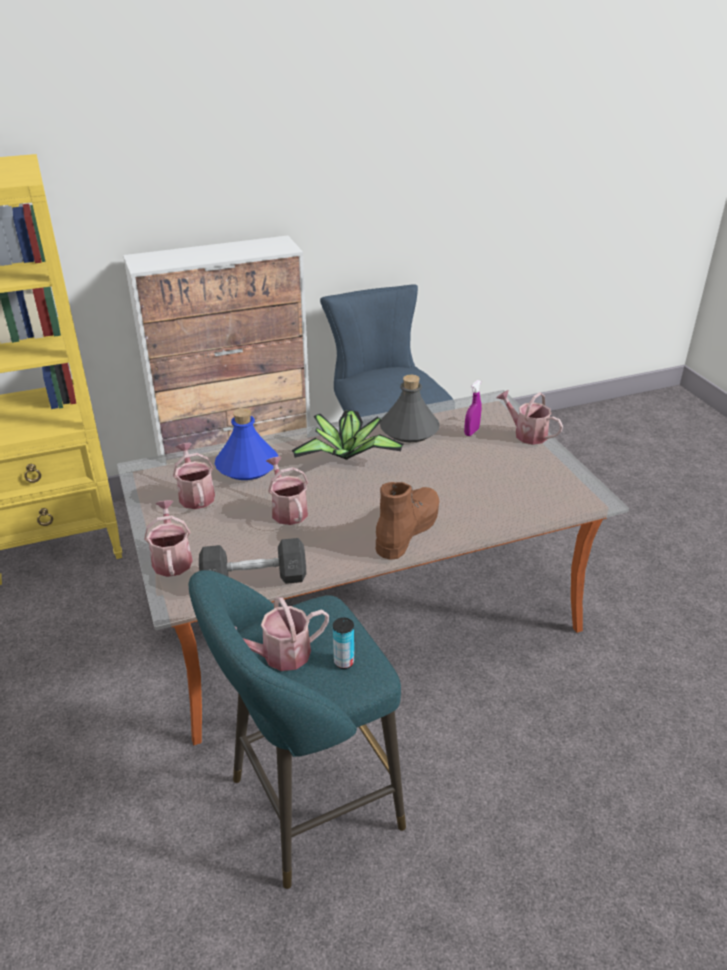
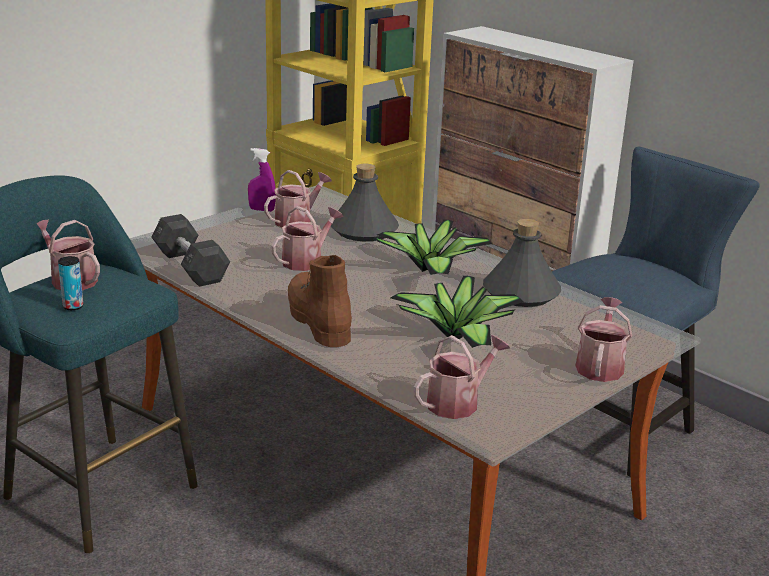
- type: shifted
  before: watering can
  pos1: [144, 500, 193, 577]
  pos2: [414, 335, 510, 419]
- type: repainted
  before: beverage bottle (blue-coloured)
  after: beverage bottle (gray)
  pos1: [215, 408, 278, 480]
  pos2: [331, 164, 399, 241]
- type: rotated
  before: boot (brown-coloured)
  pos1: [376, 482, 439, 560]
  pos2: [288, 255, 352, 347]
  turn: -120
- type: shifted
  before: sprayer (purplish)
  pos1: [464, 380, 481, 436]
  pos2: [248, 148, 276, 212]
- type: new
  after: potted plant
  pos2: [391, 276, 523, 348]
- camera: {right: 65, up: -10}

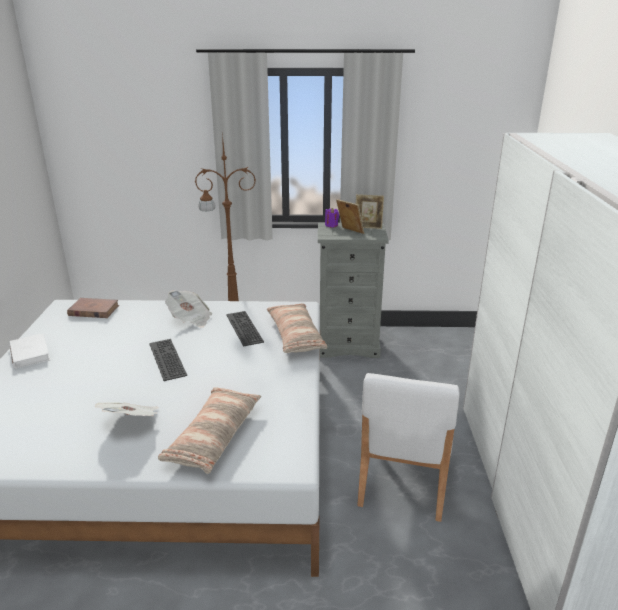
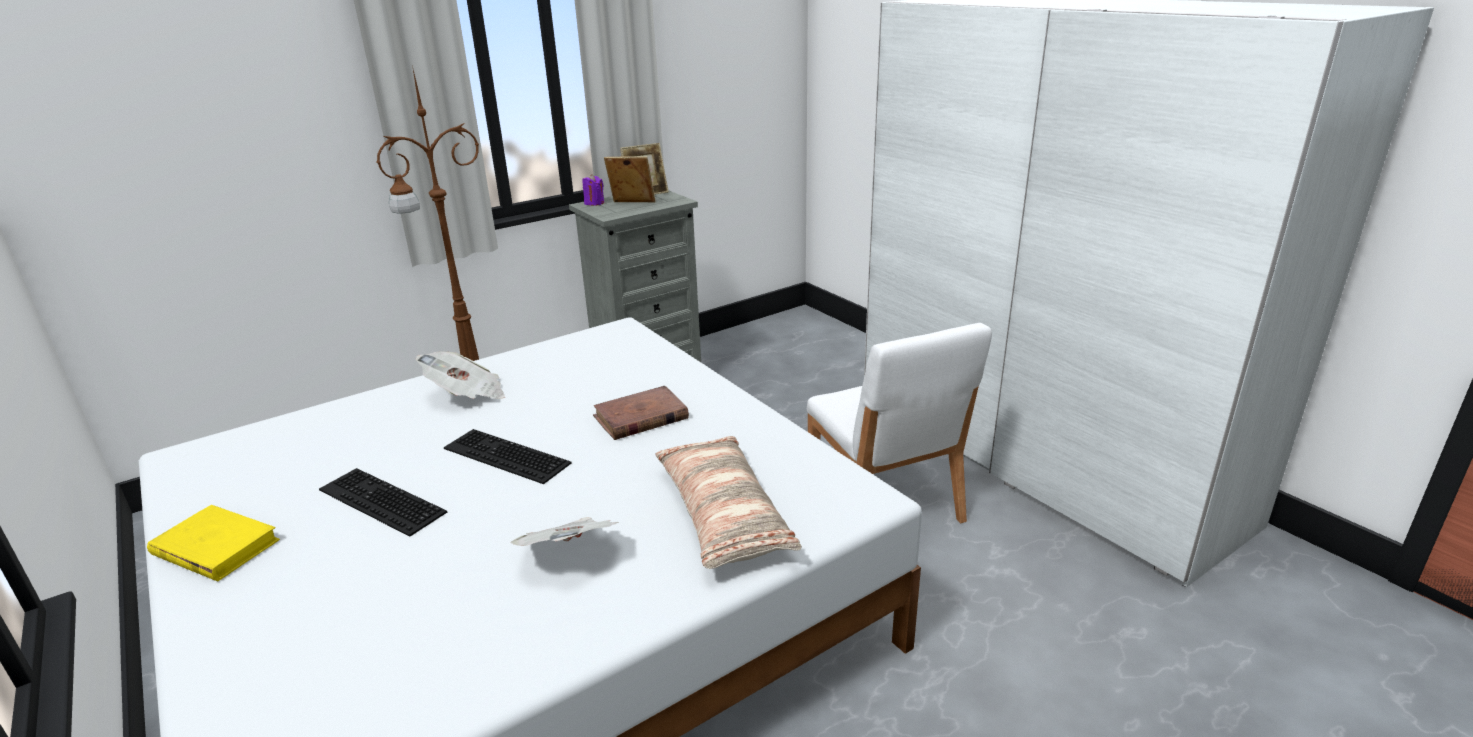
- type: repainted
  before: volume (white)
  after: volume (yellow)
  pos1: [9, 334, 50, 369]
  pos2: [147, 505, 280, 581]
- type: shifted
  before: volume (brown-coloured)
  pos1: [67, 298, 119, 318]
  pos2: [593, 386, 689, 440]
- type: shifted
  before: keyboard
  pos1: [226, 311, 264, 347]
  pos2: [319, 468, 447, 537]
- type: gone
  before: pillow
  pos1: [267, 303, 328, 353]
- camera: {right: -35, up: 0}

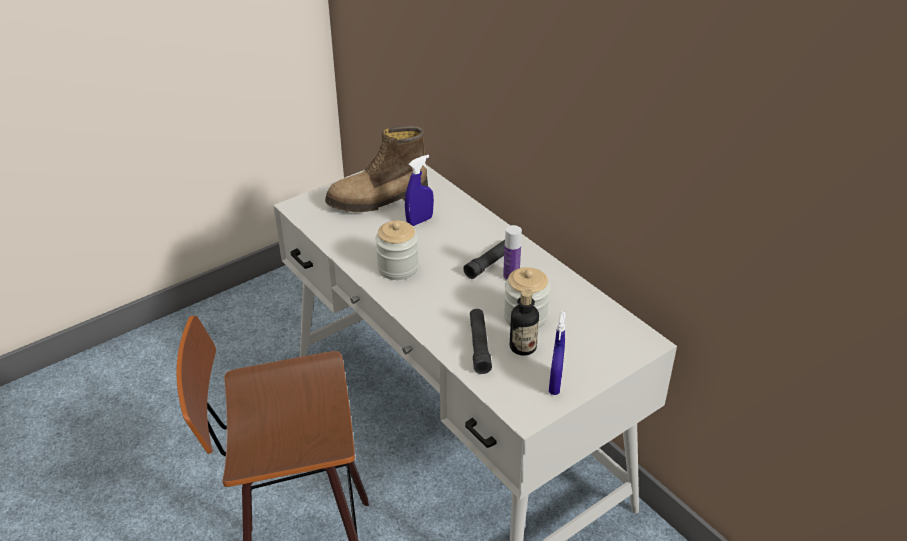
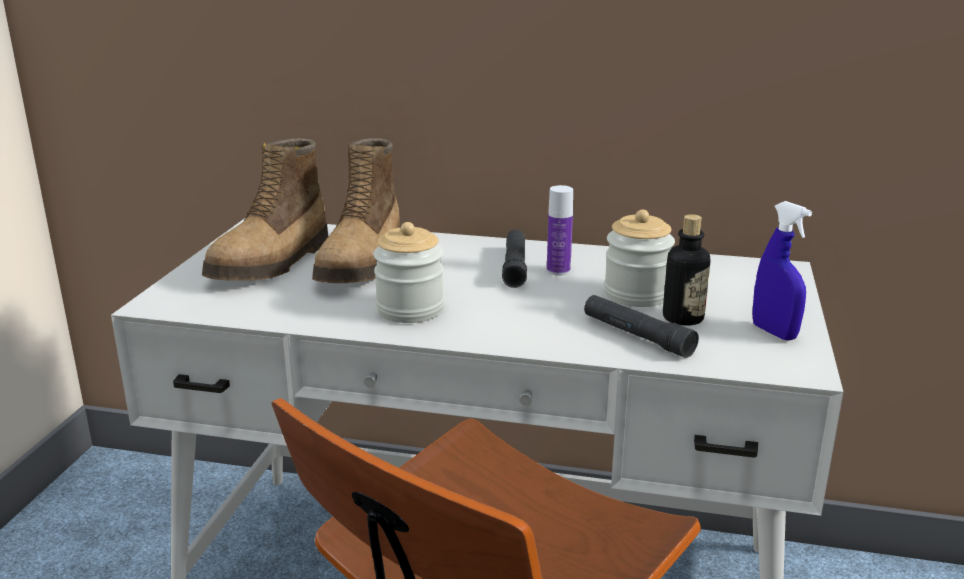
- type: swapped
  before: sprayer (blue-coloured)
  after: boot
  pos1: [405, 155, 434, 226]
  pos2: [312, 138, 401, 283]
- camera: {right: -40, up: -15}

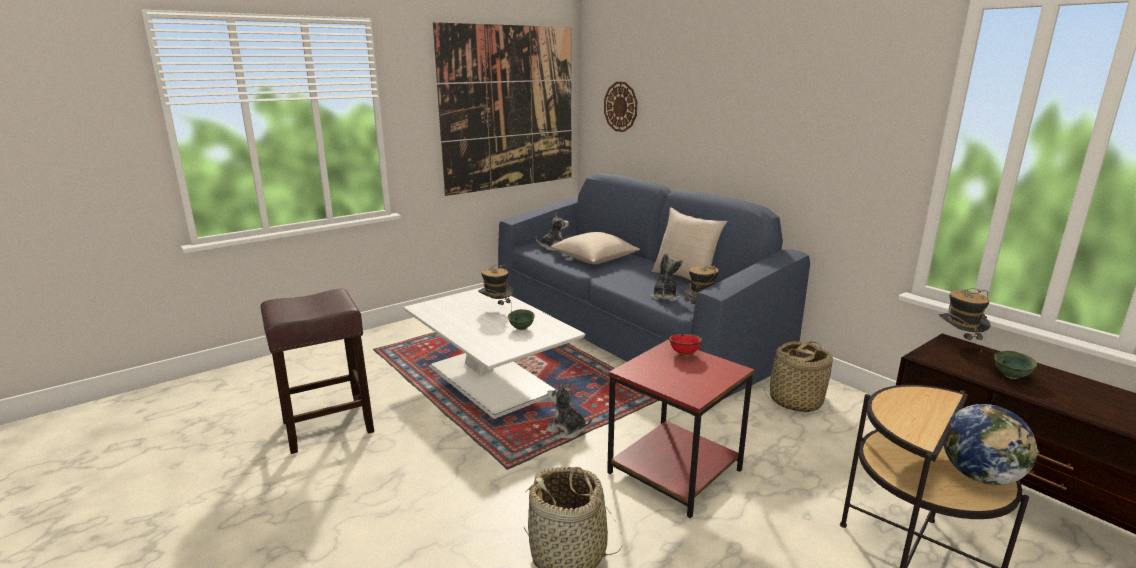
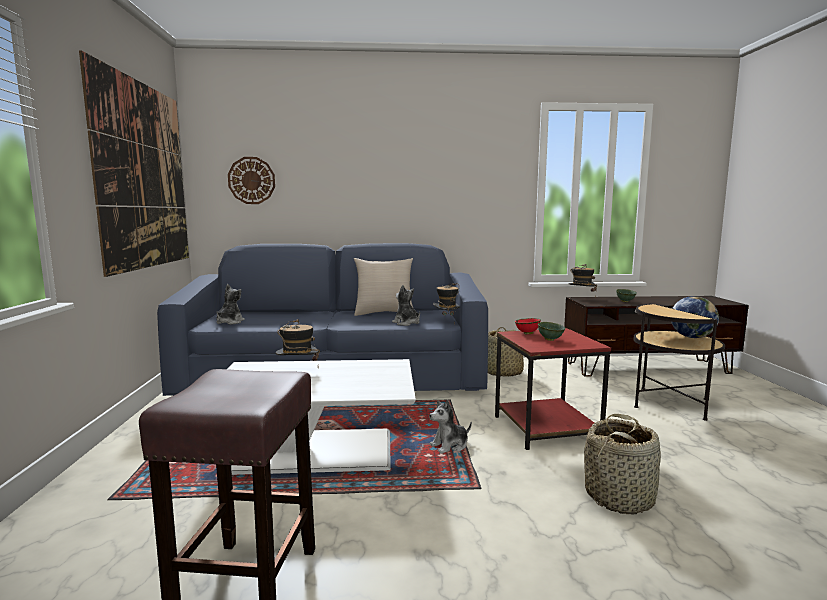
- type: shifted
  before: deep dish (green-coloured)
  pos1: [508, 309, 535, 330]
  pos2: [538, 322, 566, 341]
- type: gone
  before: pillow (sand-coloured)
  pos1: [551, 232, 640, 264]
- camera: {right: -55, up: -10}

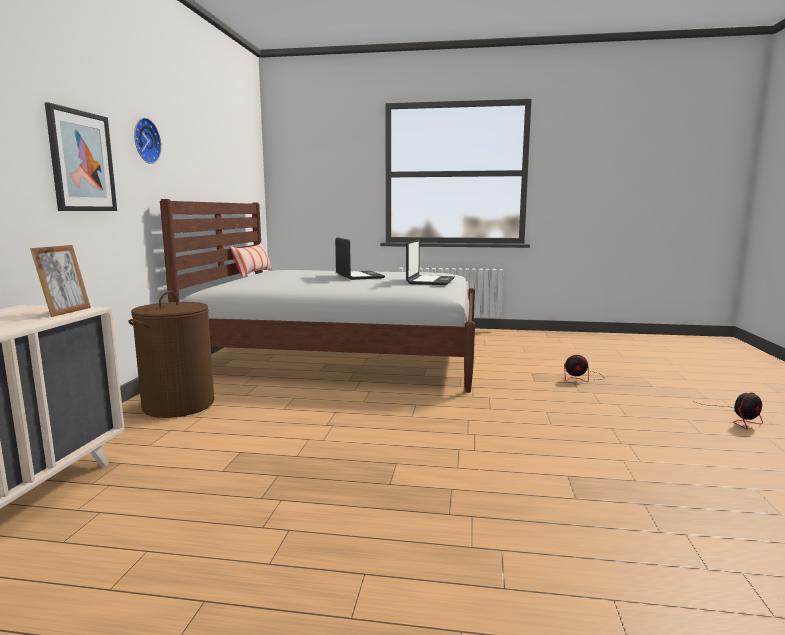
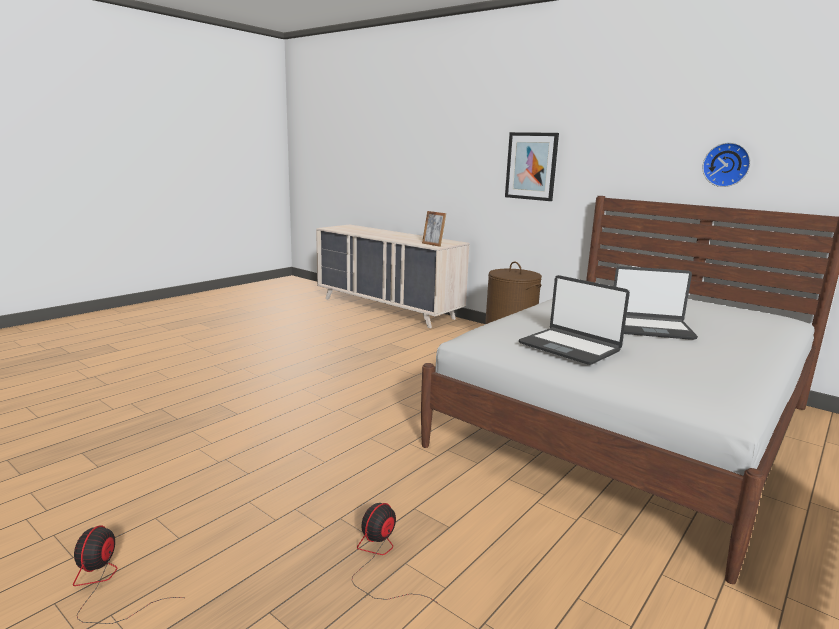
- type: shifted
  before: clock on the wall
  pos1: [134, 118, 161, 164]
  pos2: [703, 143, 750, 187]
- type: gone
  before: pillow
  pos1: [230, 243, 272, 278]
- camera: {right: 120, up: 5}

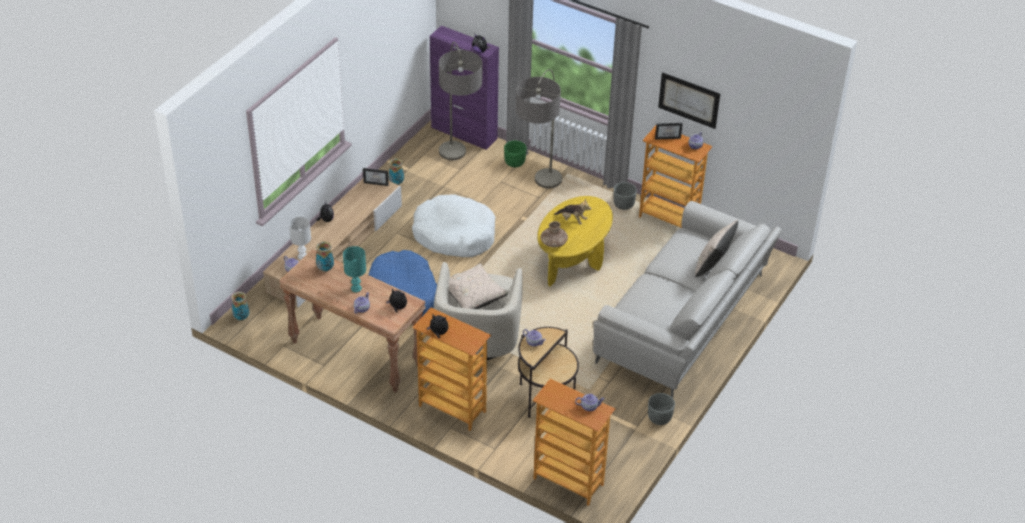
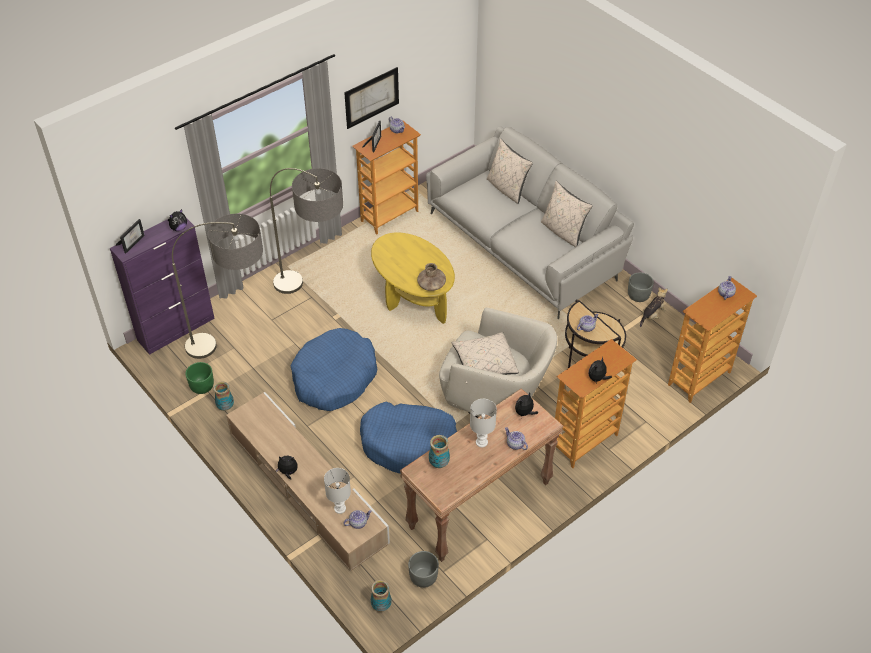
- type: repainted
  before: tabletop lamp (blue-green)
  after: tabletop lamp (white)
  pos1: [343, 246, 366, 292]
  pos2: [470, 399, 497, 448]
- type: shifted
  before: picture frame
  pos1: [363, 168, 388, 186]
  pos2: [116, 219, 144, 253]
- type: repainted
  before: pet bed (white)
  after: pet bed (blue-coloured)
  pos1: [412, 194, 495, 257]
  pos2: [291, 328, 377, 411]
- type: shifted
  before: plant pot (green-coloured)
  pos1: [504, 141, 526, 167]
  pos2: [185, 362, 214, 394]
- type: shifted
  before: plush toy
  pos1: [554, 199, 591, 225]
  pos2: [640, 287, 668, 327]
- type: shifted
  before: plant pot (gray)
  pos1: [613, 182, 637, 210]
  pos2: [408, 551, 439, 588]
- type: new
  after: pillow (sand-coloured)
  pos2: [541, 181, 592, 247]
- camera: {right: -70, up: 5}

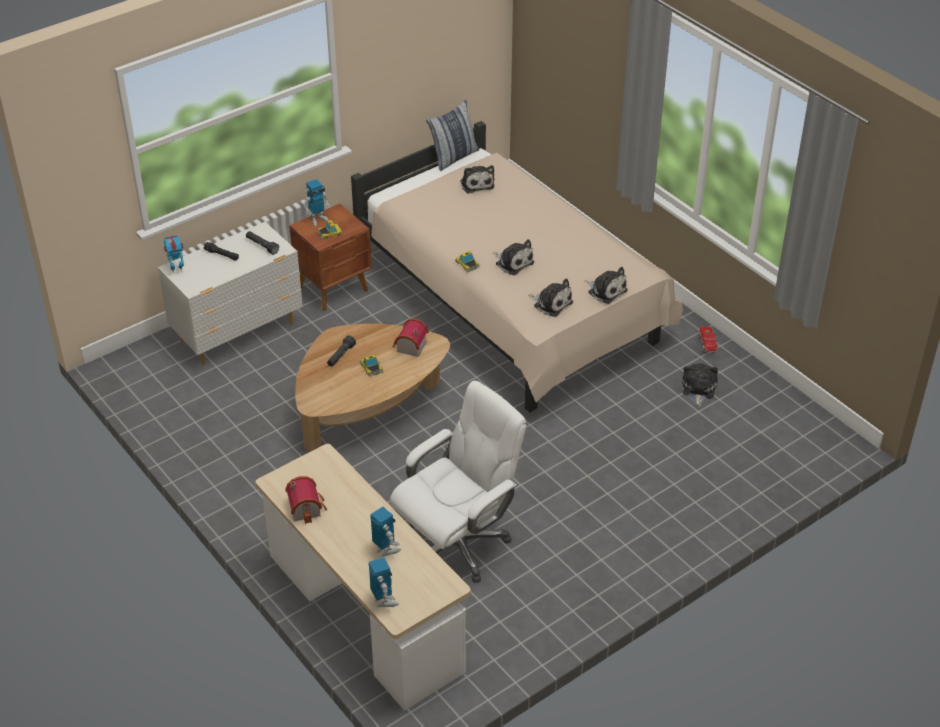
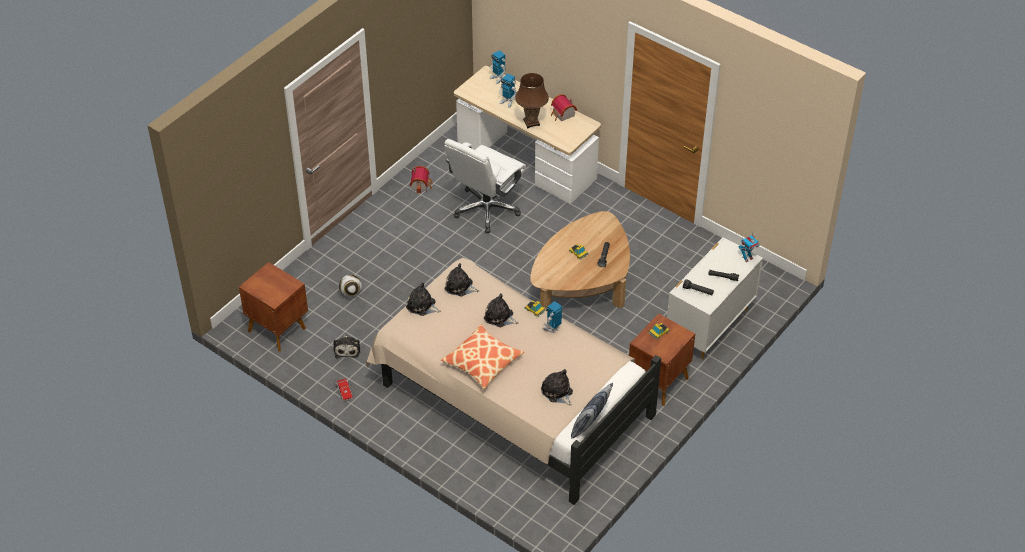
- type: shifted
  before: toy robot
  pos1: [304, 179, 330, 226]
  pos2: [543, 301, 563, 333]
- type: shifted
  before: miniature house
  pos1: [393, 318, 429, 357]
  pos2: [410, 166, 433, 194]
- type: new
  after: bedside table (brown-coloured)
  pos2: [239, 262, 308, 351]
- type: new
  after: football
  pos2: [339, 274, 362, 297]
- type: new
  after: pillow
  pos2: [441, 324, 524, 390]
- type: new
  after: tabletop lamp (brown-coloured)
  pos2: [515, 73, 549, 128]
- camera: {right: 165, up: 5}

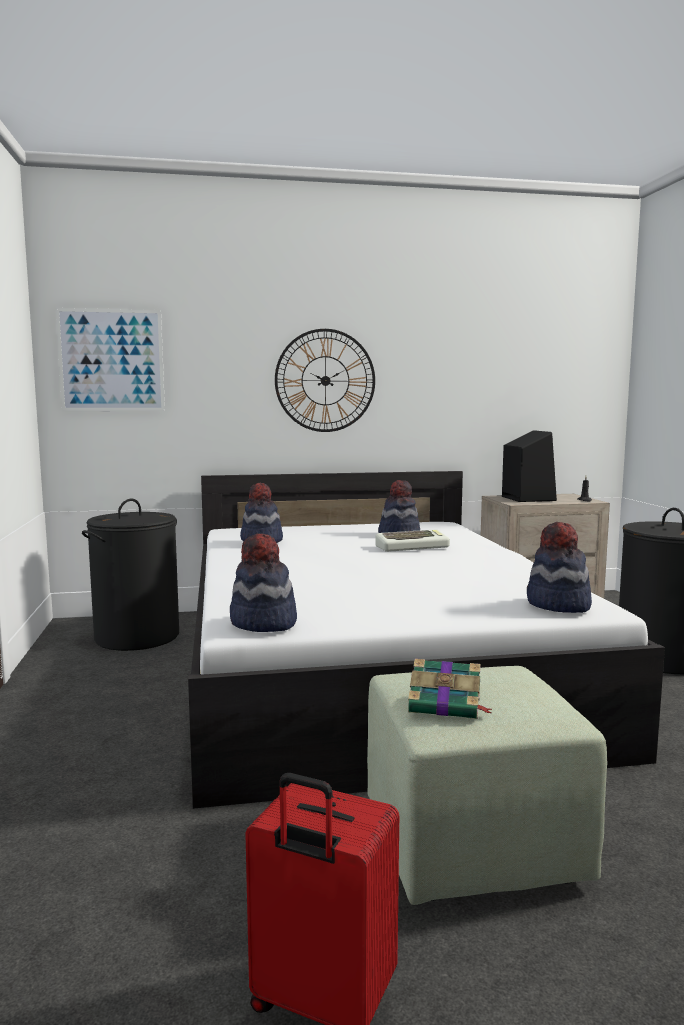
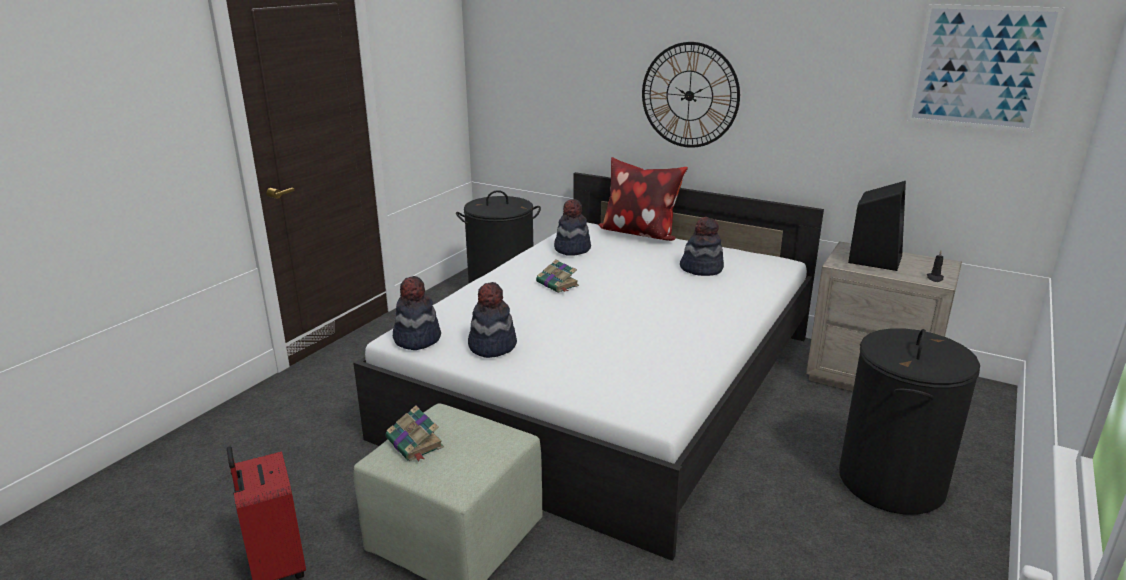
- type: shifted
  before: wall art
  pos1: [55, 308, 165, 411]
  pos2: [907, 4, 1064, 132]
- type: gone
  before: keyboard
  pos1: [375, 529, 450, 552]
- type: shifted
  before: clothing hat
  pos1: [527, 522, 592, 613]
  pos2: [468, 282, 517, 358]
- type: new
  after: volume
  pos2: [536, 259, 579, 293]
- type: new
  after: pillow
  pos2: [598, 157, 688, 241]
- camera: {right: 40, up: 15}

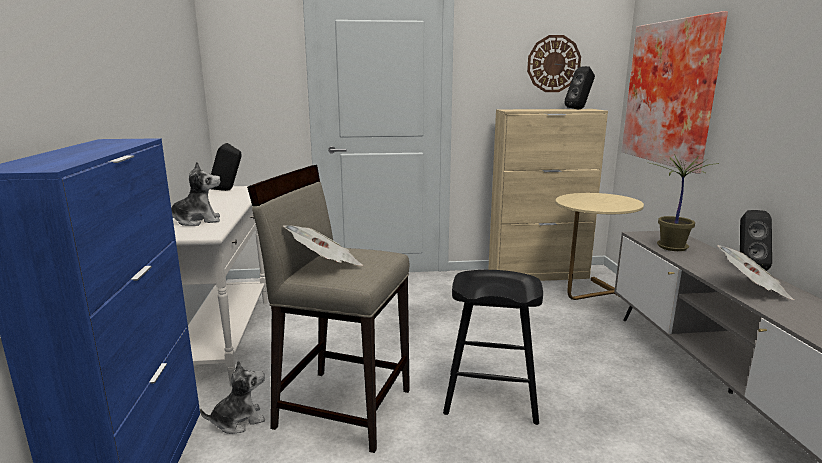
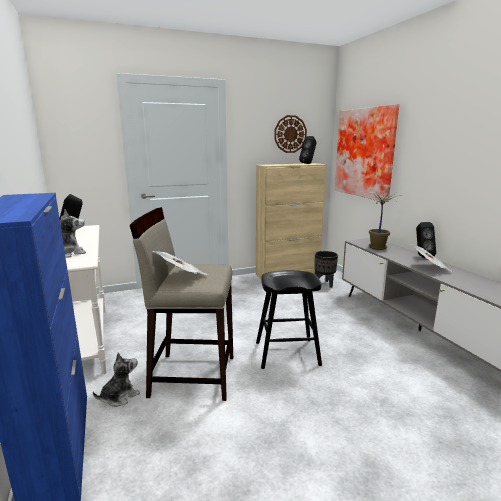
- type: swapped
  before: side table (sand-coloured)
  after: plant pot (blackish)
  pos1: [556, 193, 644, 300]
  pos2: [315, 251, 338, 288]
- camera: {right: -15, up: 0}

